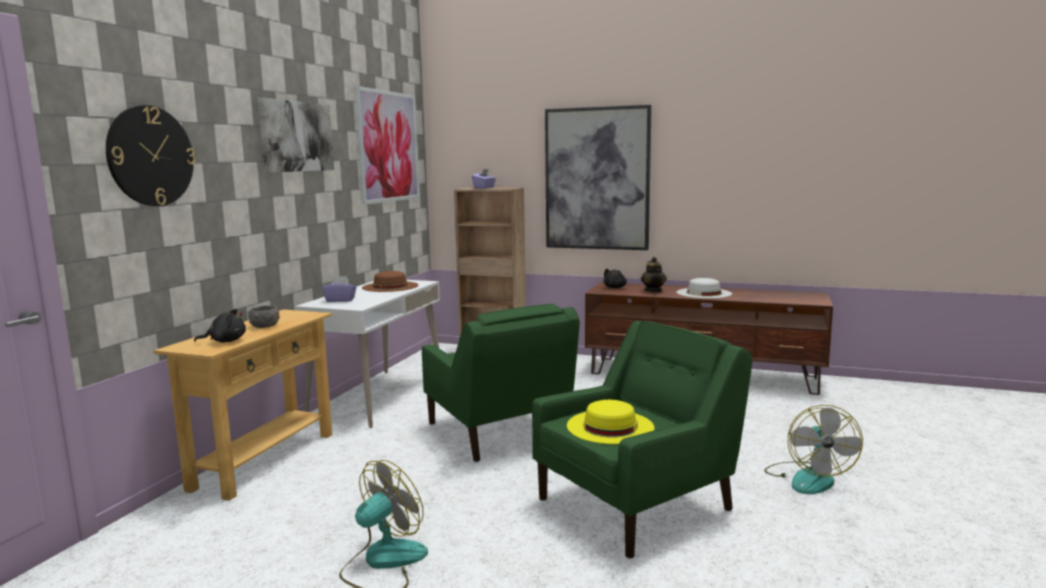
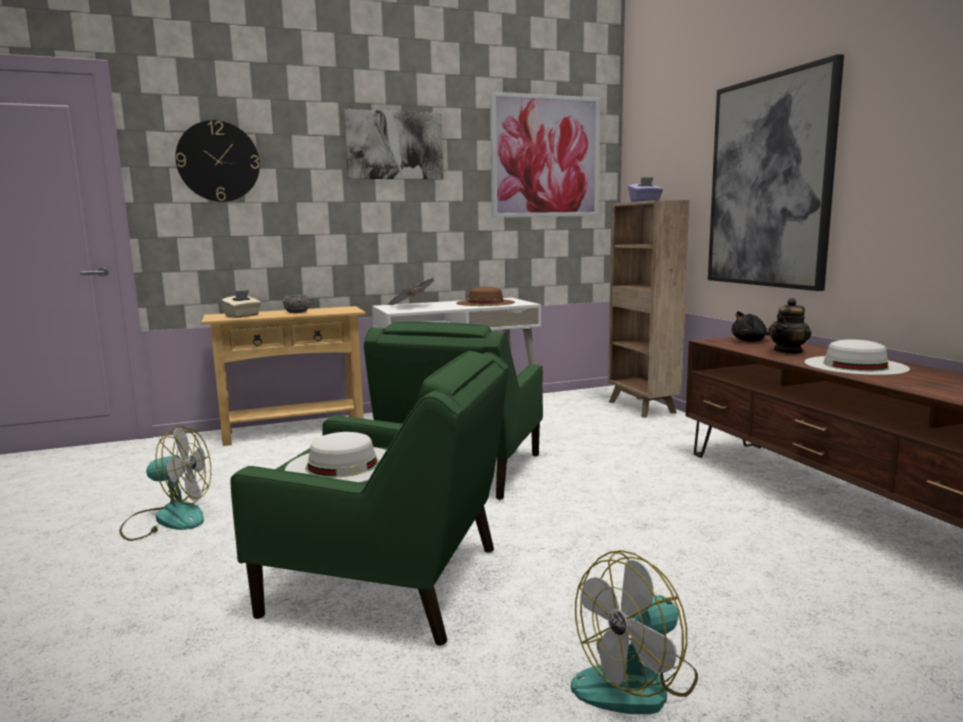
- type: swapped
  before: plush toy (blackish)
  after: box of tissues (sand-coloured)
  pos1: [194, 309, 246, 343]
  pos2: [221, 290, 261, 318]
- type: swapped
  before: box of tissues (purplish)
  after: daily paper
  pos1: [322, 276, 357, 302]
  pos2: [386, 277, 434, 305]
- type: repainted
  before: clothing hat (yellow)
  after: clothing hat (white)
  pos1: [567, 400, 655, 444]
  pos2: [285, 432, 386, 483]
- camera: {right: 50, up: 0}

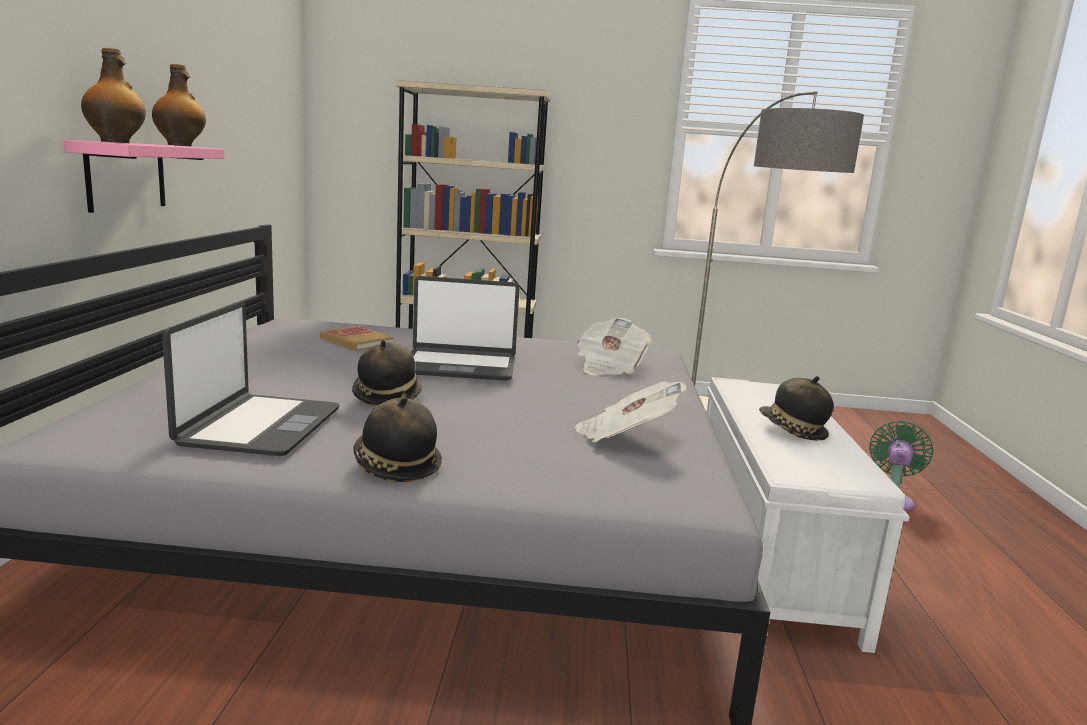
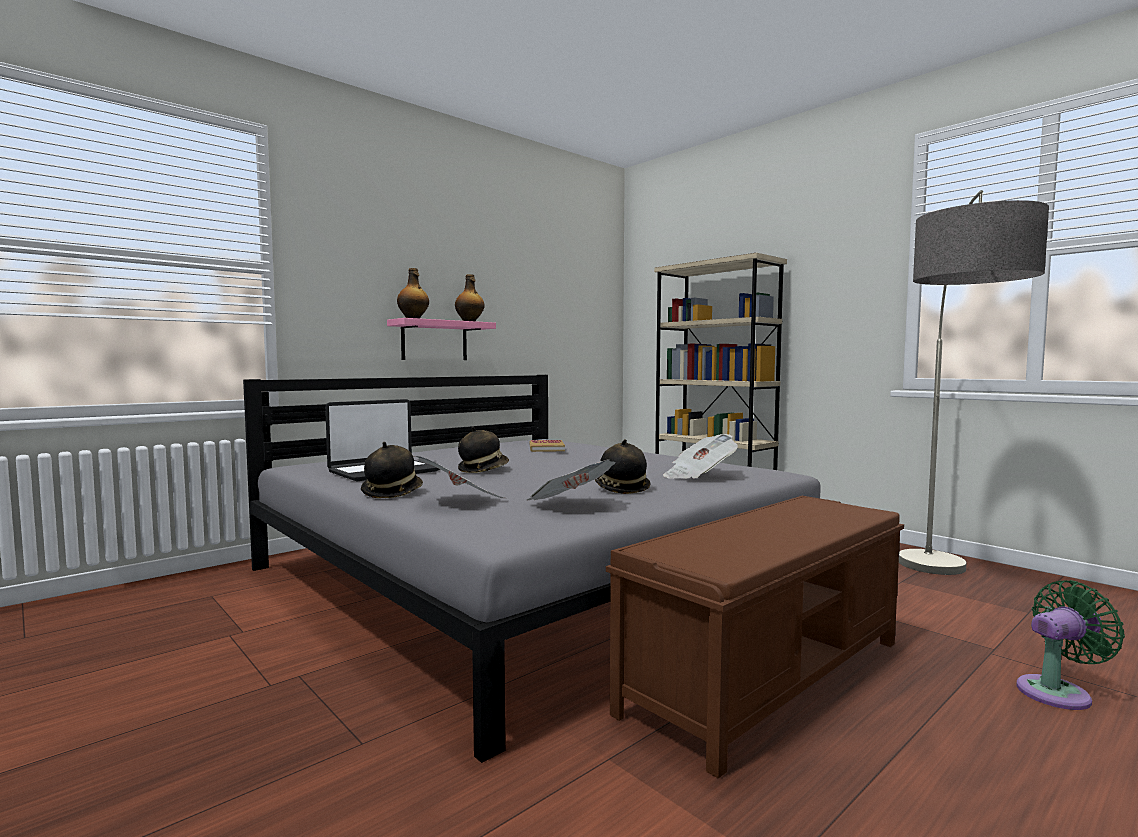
- type: gone
  before: laptop
  pos1: [411, 276, 519, 381]
- type: repainted
  before: long seat (white)
  after: long seat (brown-coloured)
  pos1: [707, 377, 910, 653]
  pos2: [606, 496, 904, 778]
- type: shifted
  before: clothing hat
  pos1: [759, 376, 834, 441]
  pos2: [595, 439, 651, 494]
- type: new
  after: daily paper
  pos2: [415, 456, 504, 498]
- camera: {right: 45, up: -10}

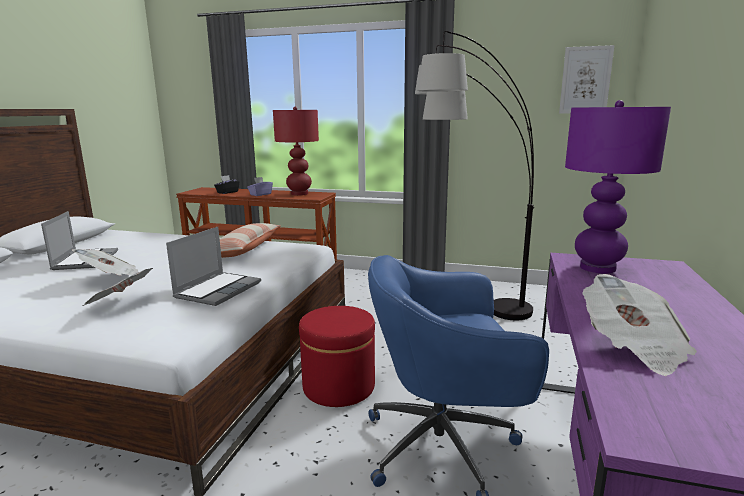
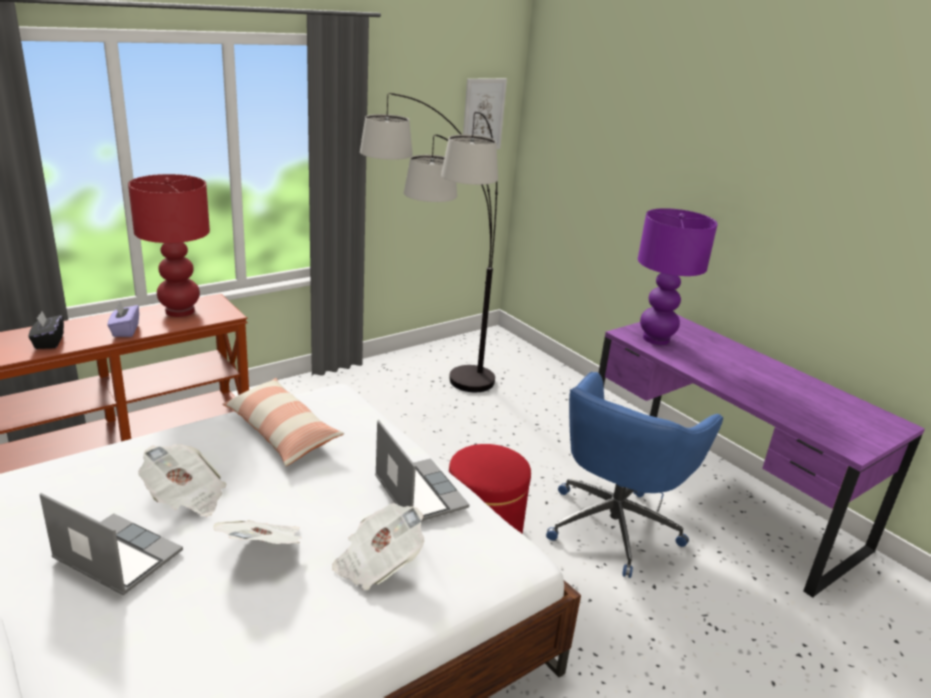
- type: shifted
  before: daily paper
  pos1: [582, 274, 697, 376]
  pos2: [138, 444, 227, 516]
- camera: {right: -55, up: 10}

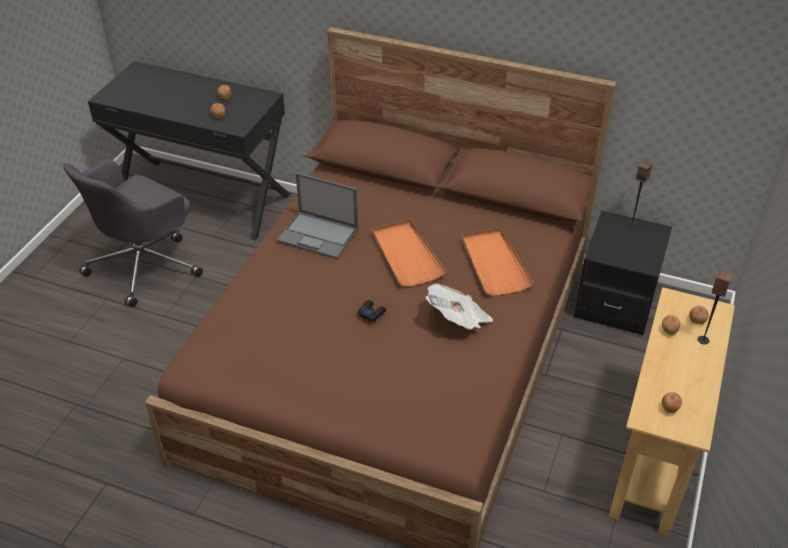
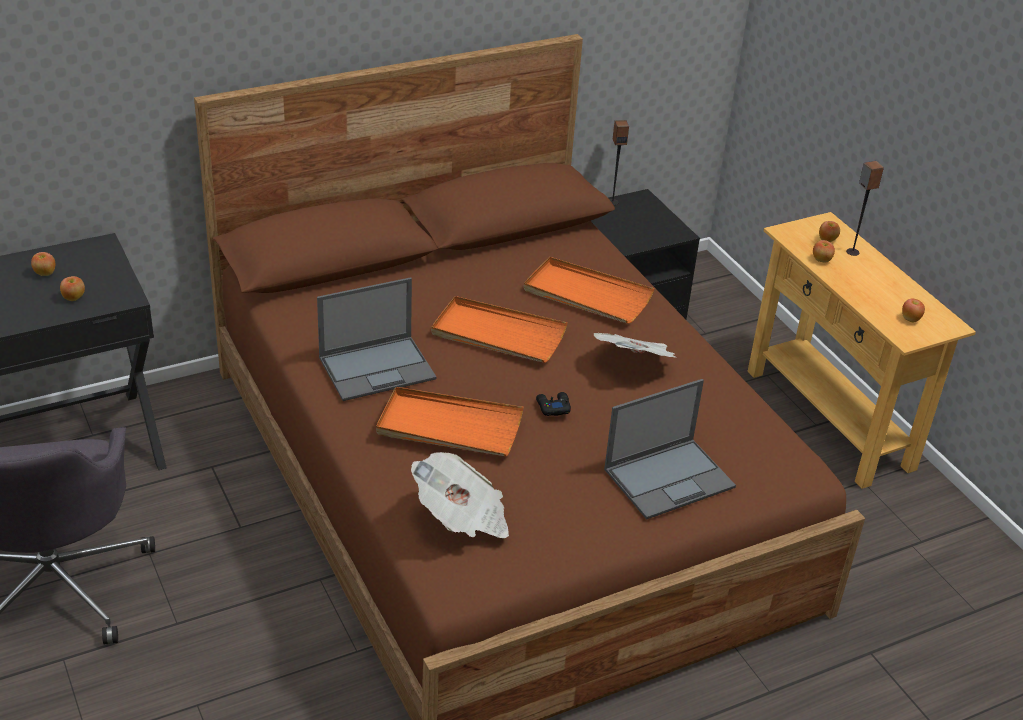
- type: new
  after: serving tray (orange)
  pos2: [376, 387, 524, 457]
- type: new
  after: daily paper
  pos2: [411, 452, 509, 538]
- type: new
  after: laptop
  pos2: [604, 379, 736, 520]
- camera: {right: -50, up: -5}

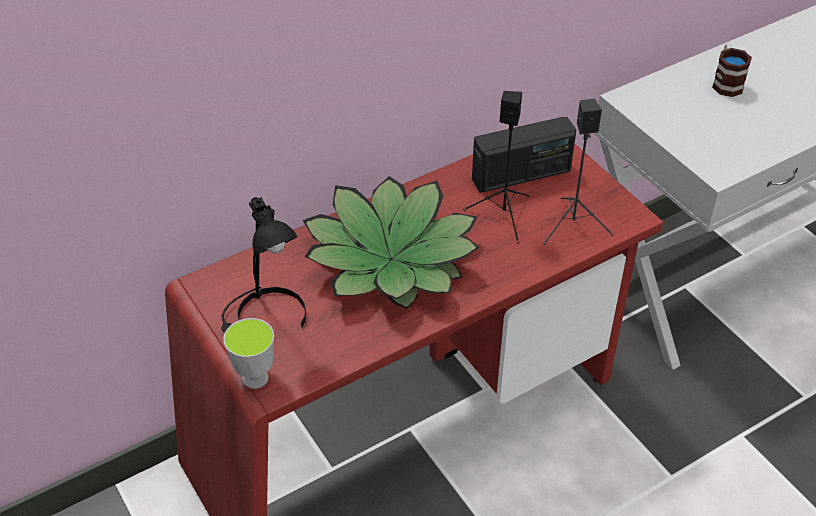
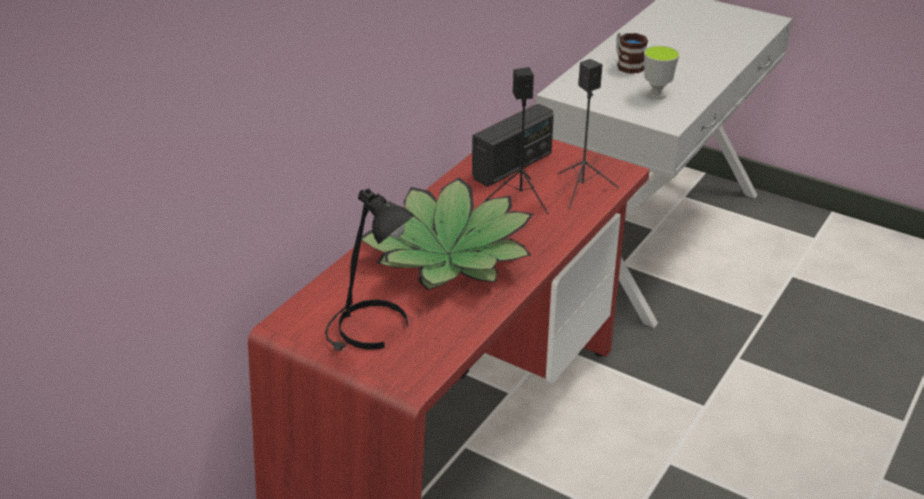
- type: shifted
  before: cup
  pos1: [223, 318, 274, 389]
  pos2: [644, 45, 680, 99]
- camera: {right: -25, up: -10}

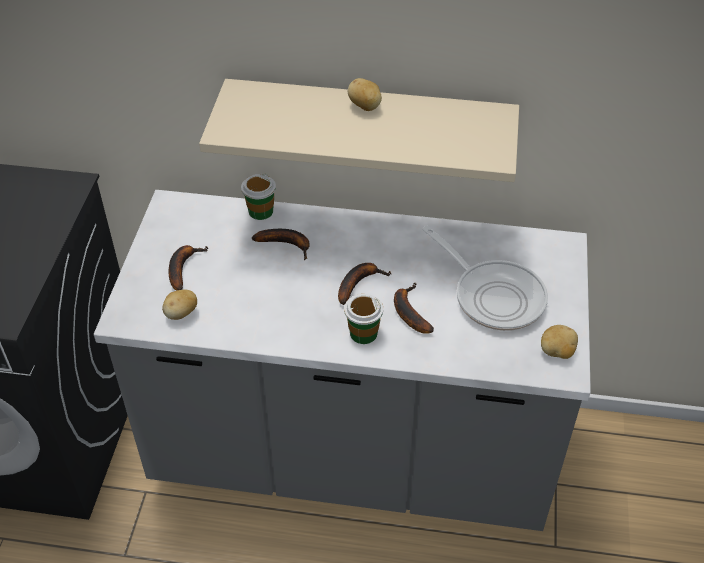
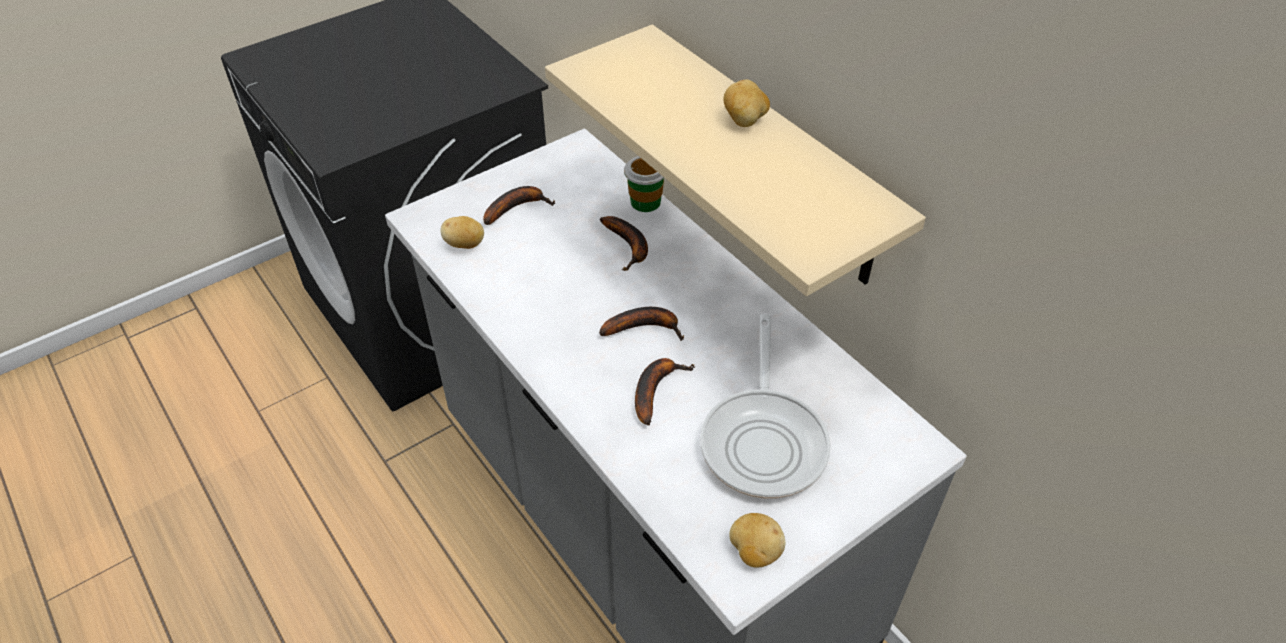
- type: gone
  before: cup
  pos1: [344, 294, 383, 344]
- camera: {right: 45, up: 0}

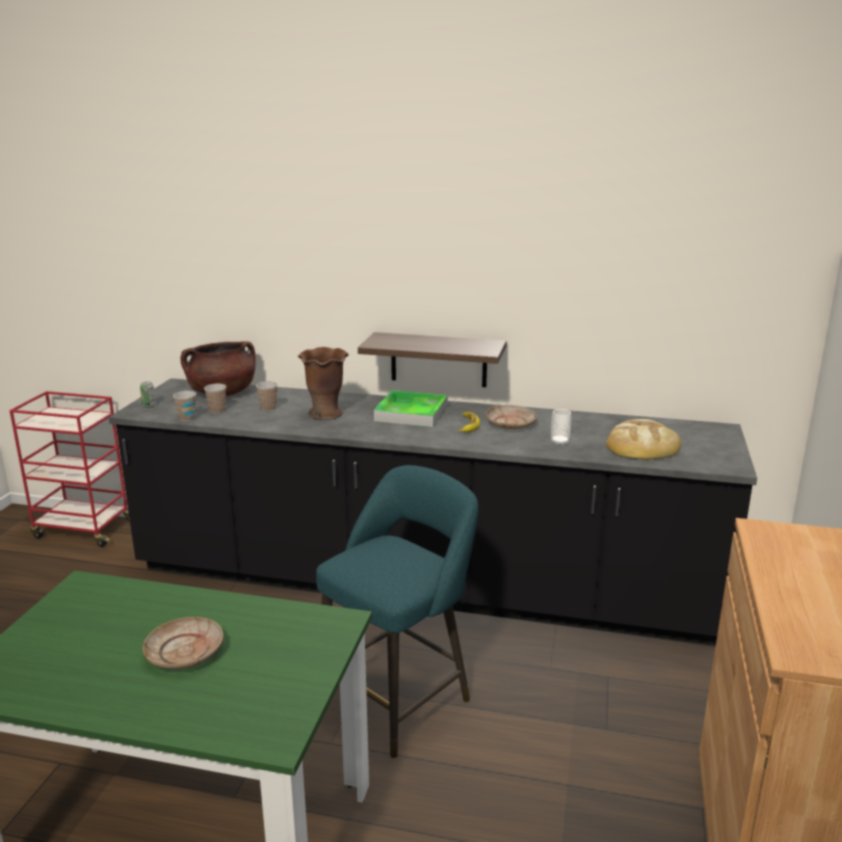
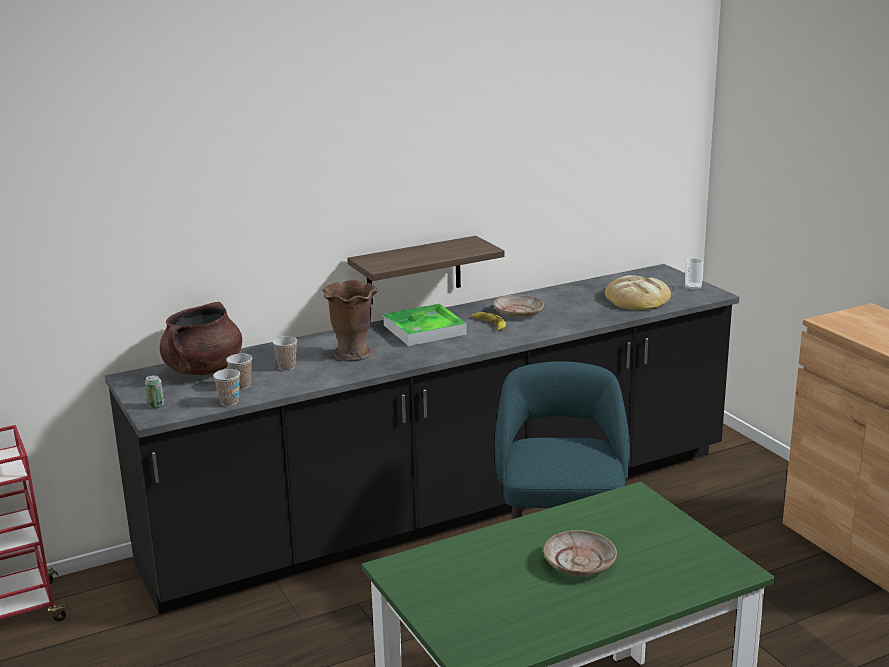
- type: shifted
  before: cup
  pos1: [551, 409, 571, 446]
  pos2: [685, 258, 703, 291]
- camera: {right: -40, up: 0}

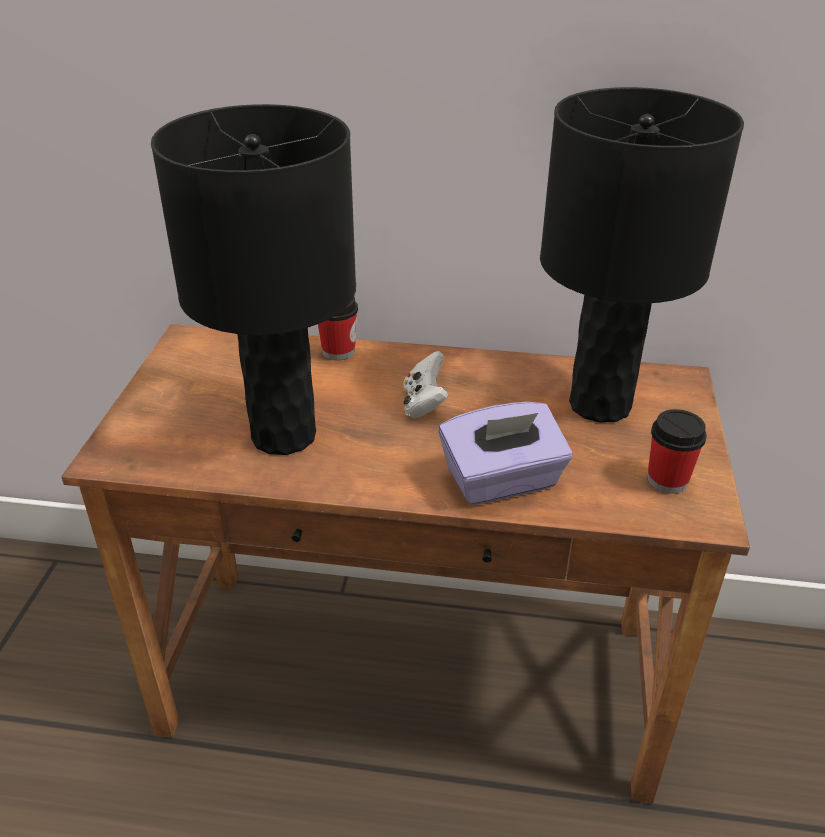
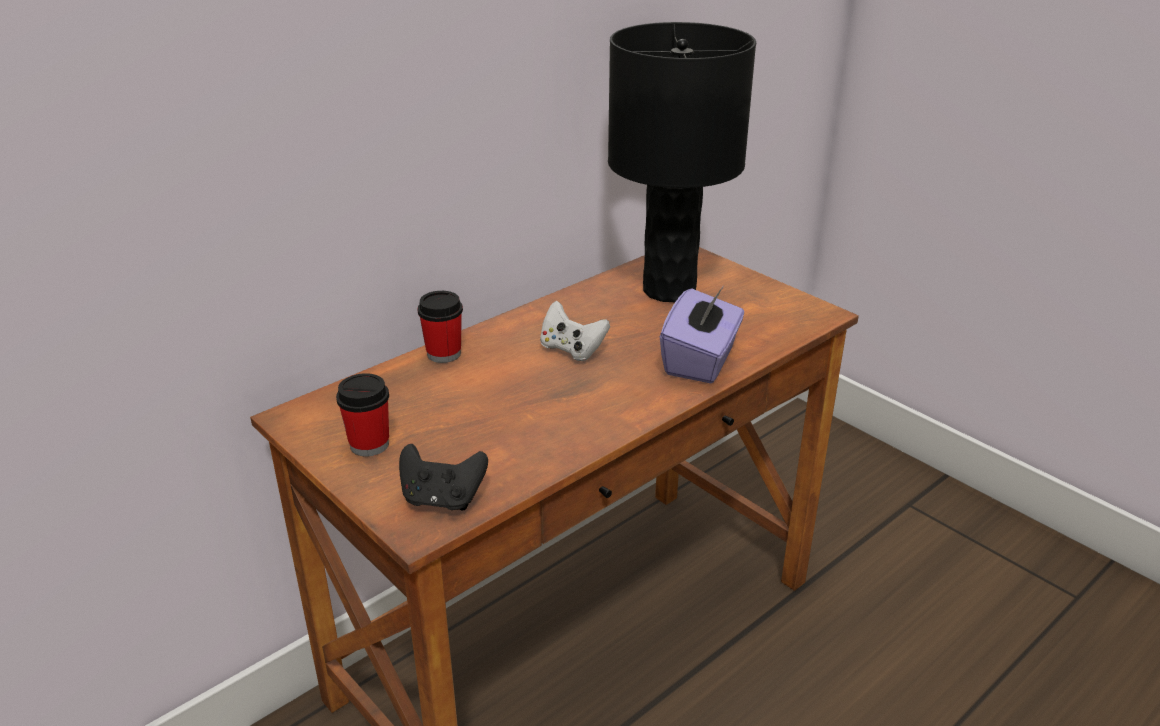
- type: gone
  before: tabletop lamp (blackish)
  pos1: [151, 104, 356, 455]
- type: shifted
  before: cup
  pos1: [648, 409, 707, 494]
  pos2: [336, 373, 389, 456]
- type: new
  after: game controller (blackish)
  pos2: [399, 444, 488, 511]
- camera: {right: -50, up: -5}

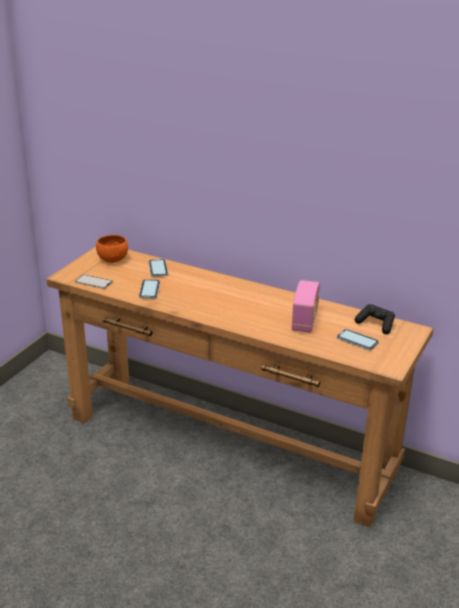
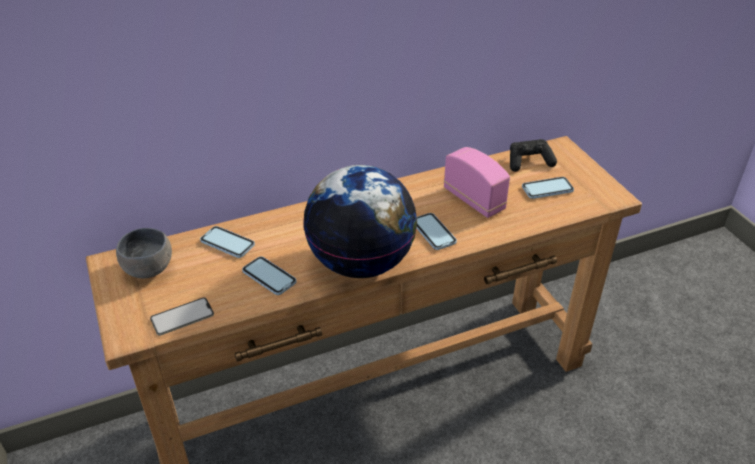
- type: repainted
  before: deep dish (orange)
  after: deep dish (gray)
  pos1: [96, 235, 128, 263]
  pos2: [116, 228, 172, 278]
- type: new
  after: desk globe
  pos2: [303, 165, 417, 278]
- type: new
  after: phone
  pos2: [416, 213, 457, 250]
- camera: {right: -50, up: 10}

